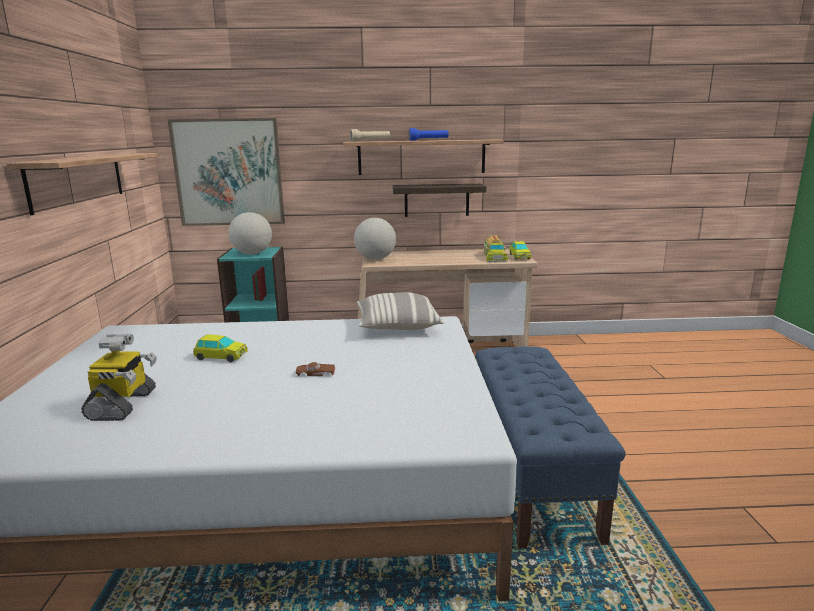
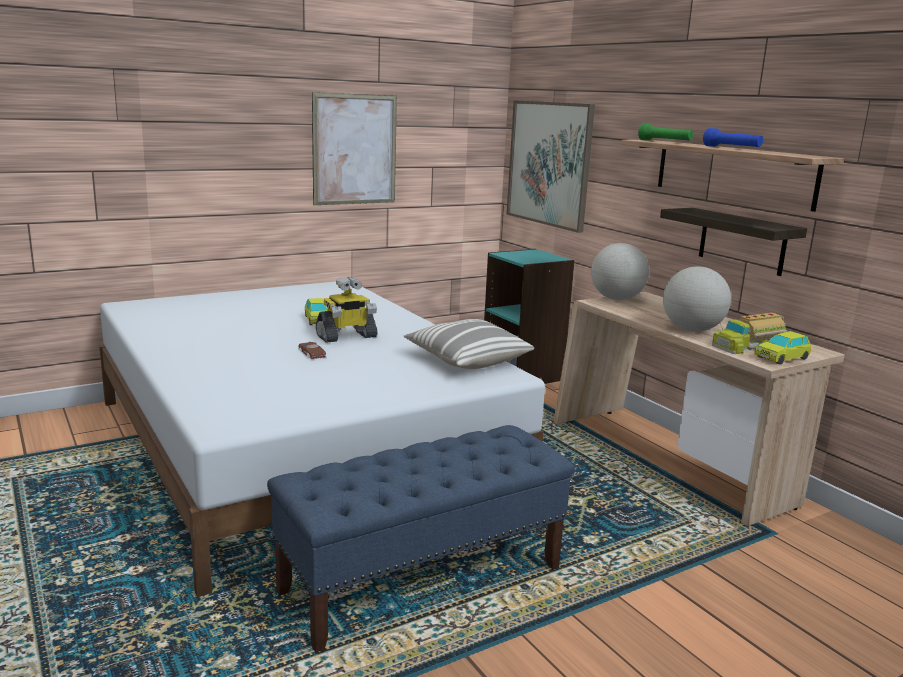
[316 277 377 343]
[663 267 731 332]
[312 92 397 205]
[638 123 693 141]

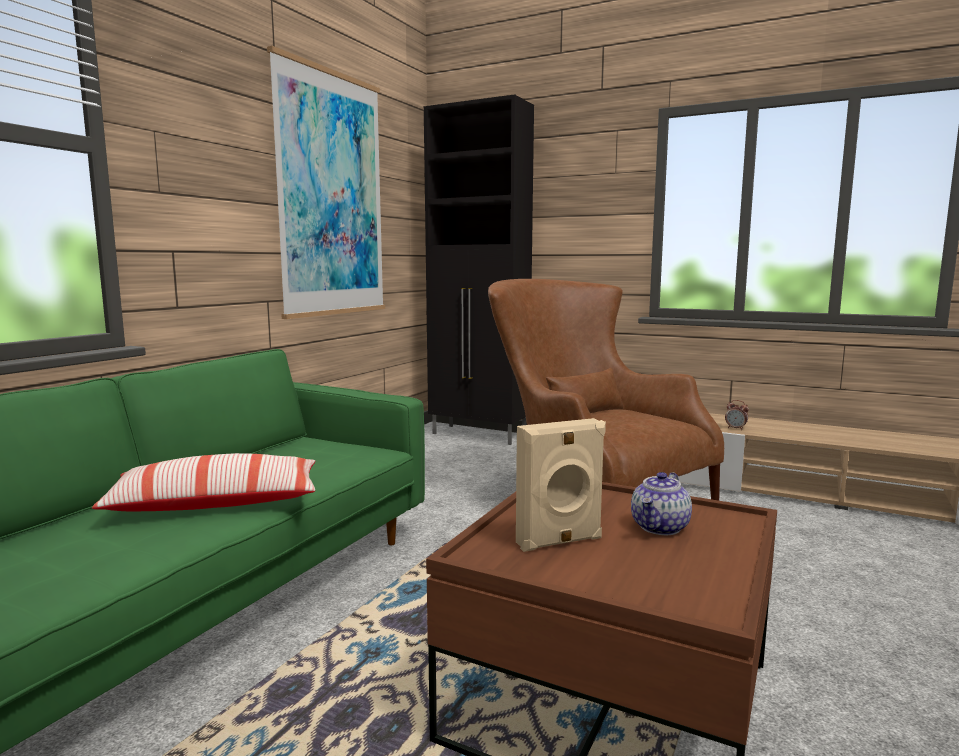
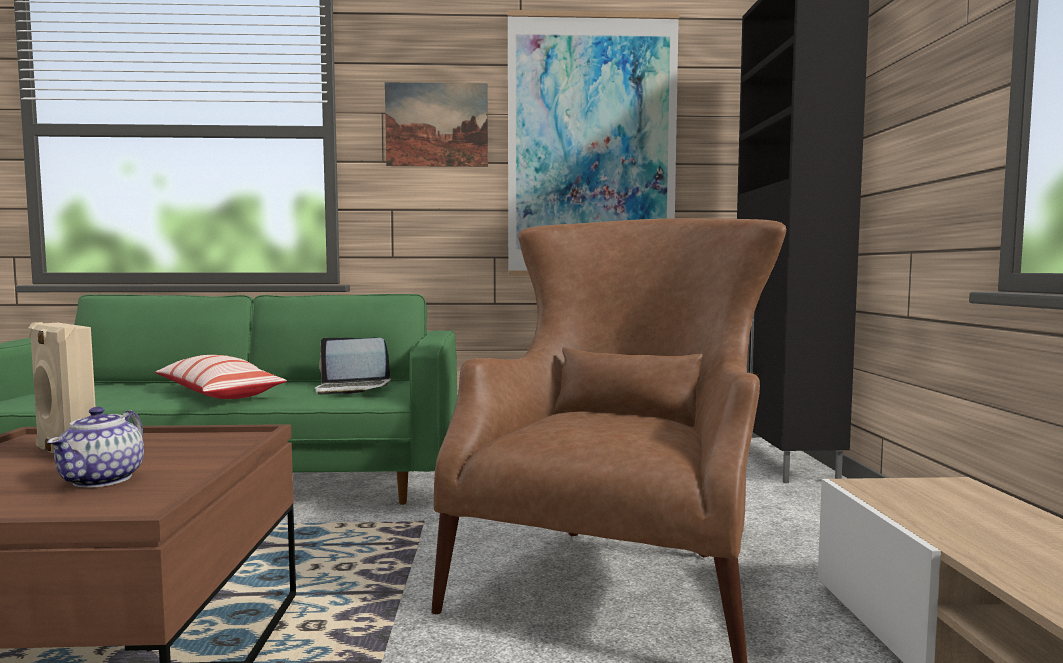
[725 400 749 430] (first image)
[315 338 391 395]
[385 82 488 167]
[47 407 144 487]

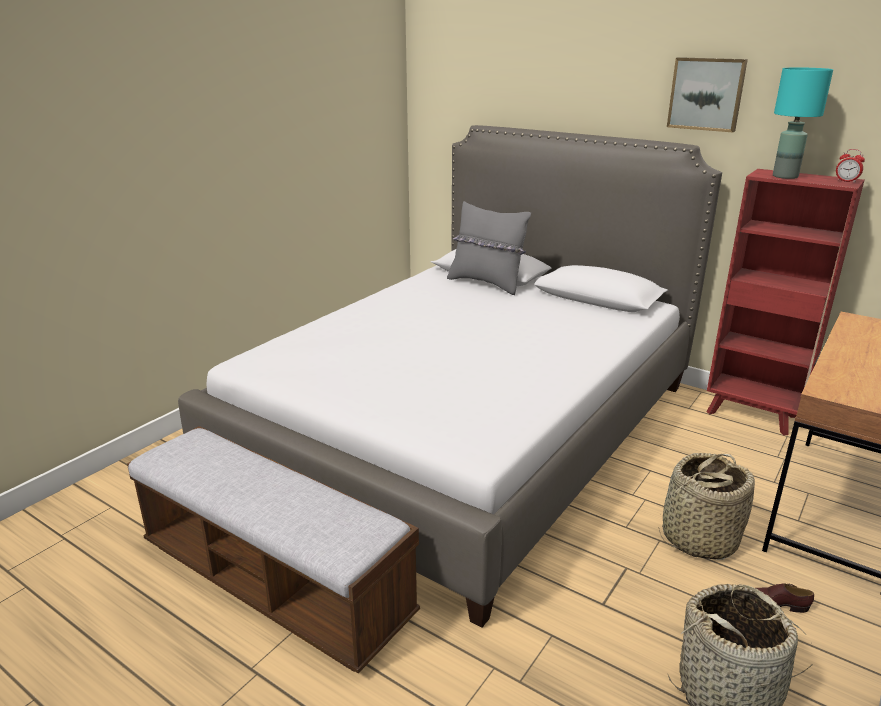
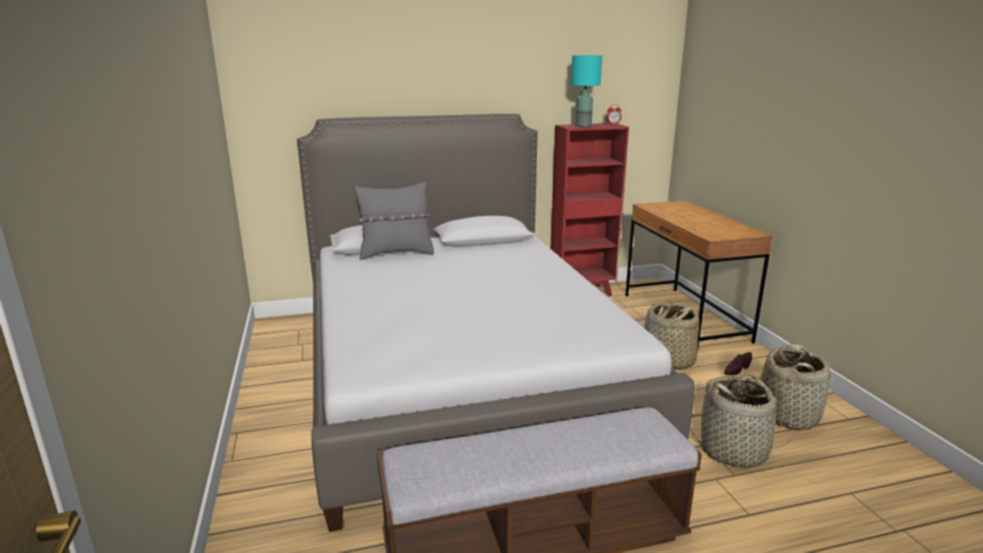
[667 57 748 132] (first image)
[692 374 792 468]

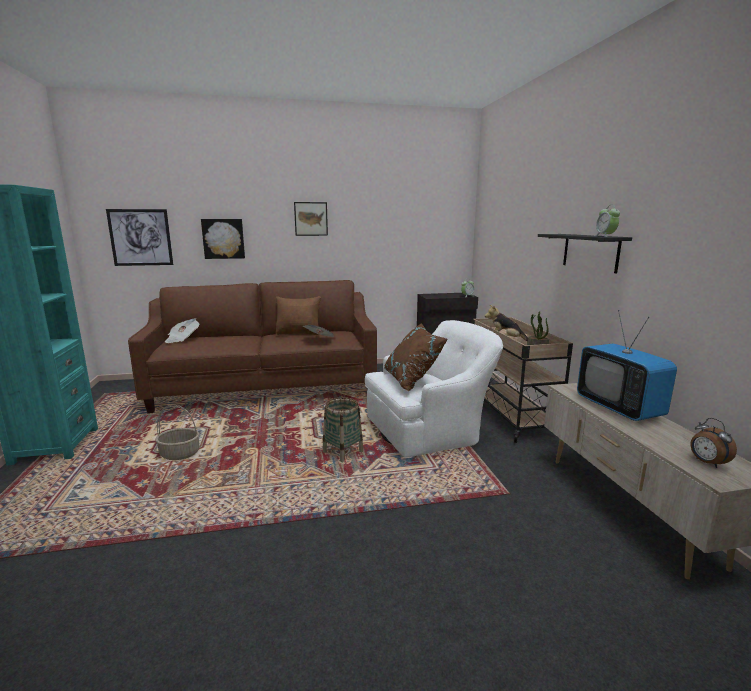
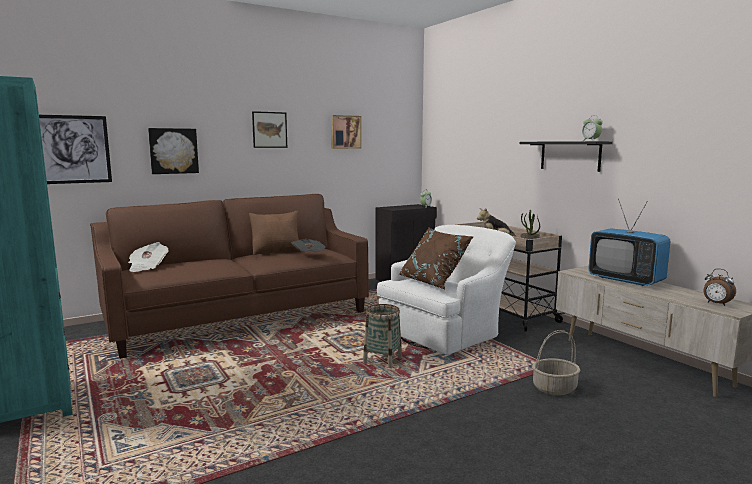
[331 115 362 149]
[532 330 580 395]

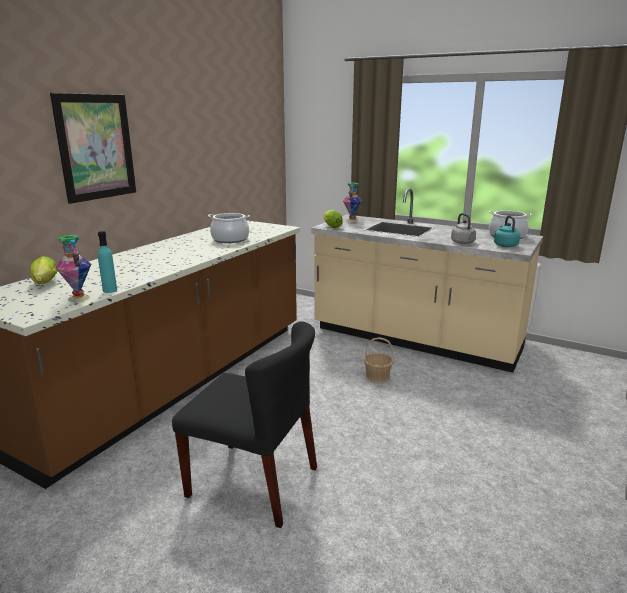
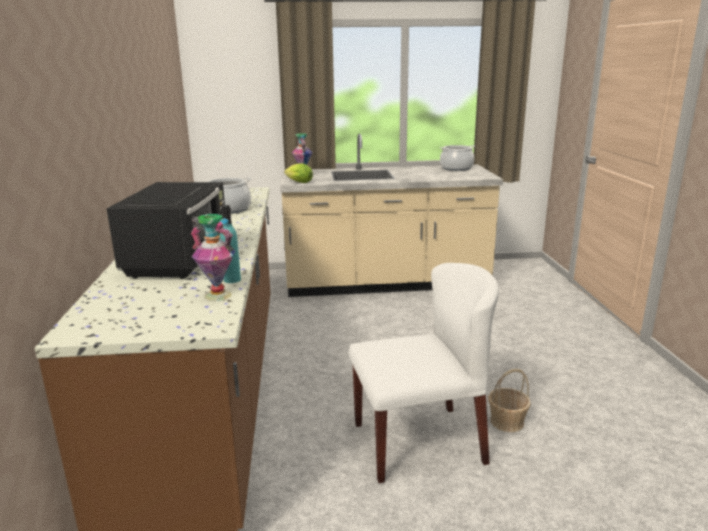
[30 256 57 284] (first image)
[50 93 136 204] (first image)
[451 213 476 244] (first image)
[494 216 520 247] (first image)
[107 182 225 279]
[488 369 531 432]
[349 263 499 483]

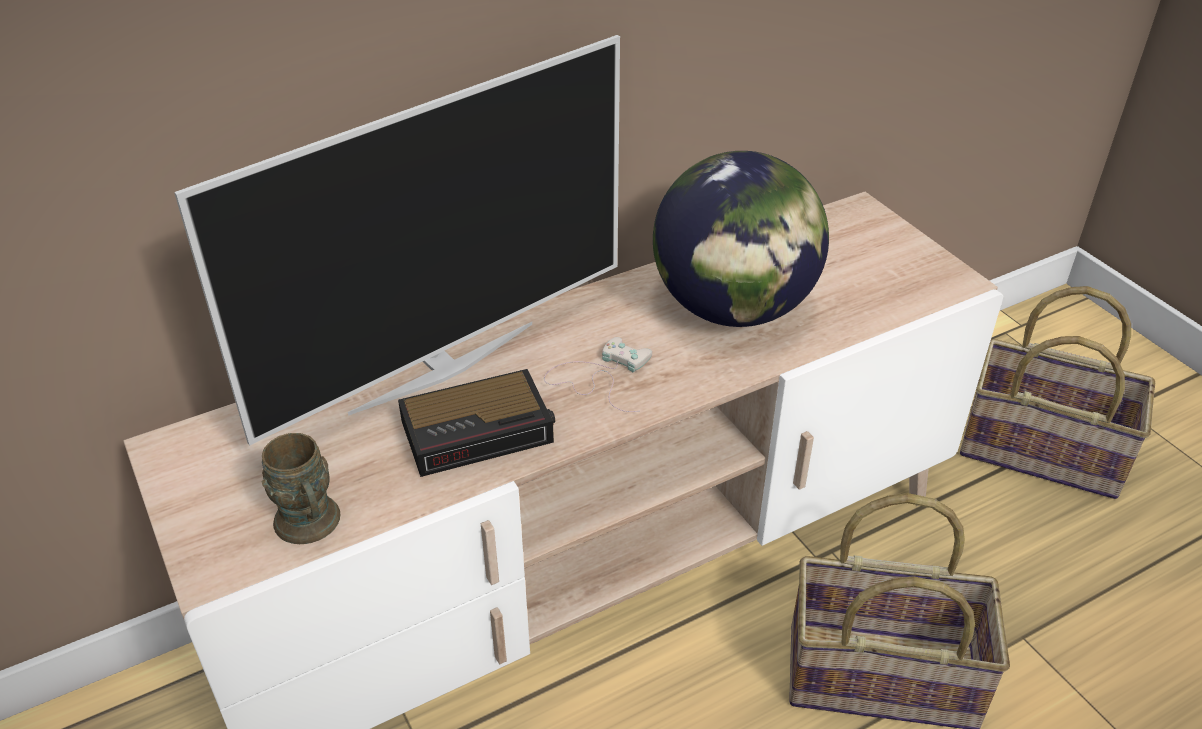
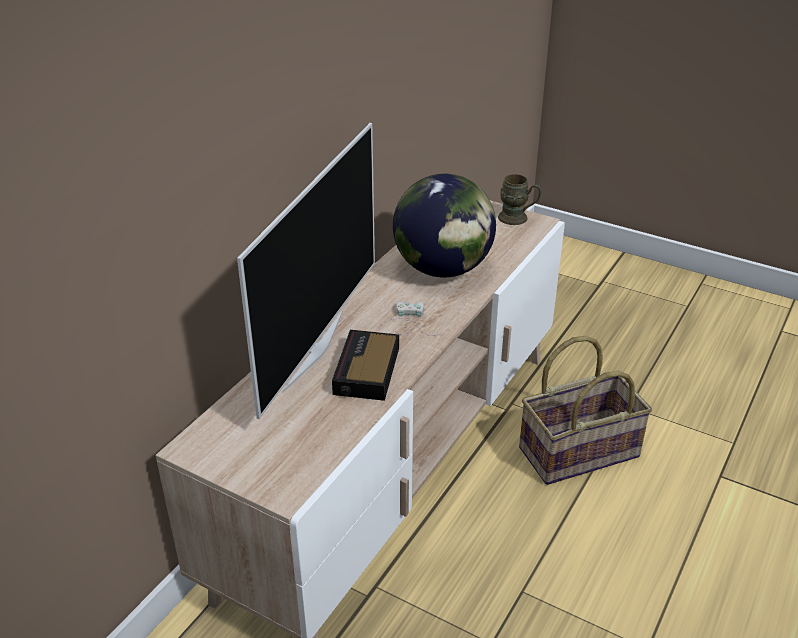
[960 286 1155 499] (first image)
[498 174 542 225]
[332 330 399 401]

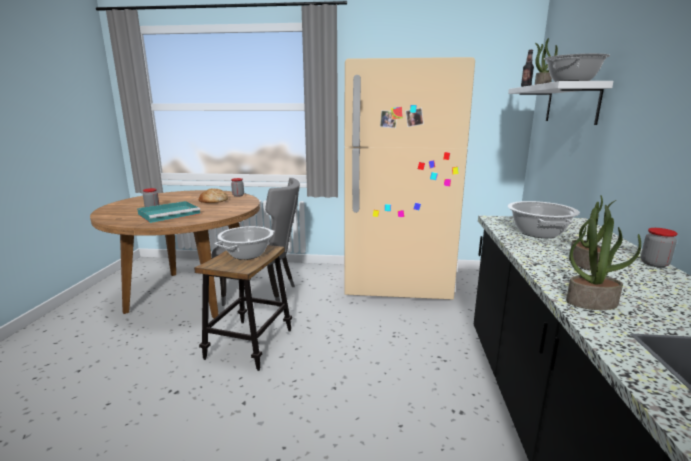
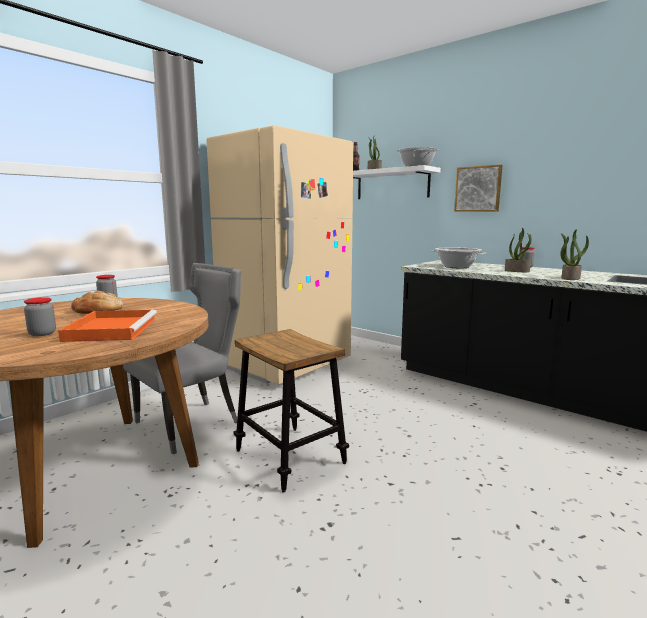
[215 226 275 260] (first image)
[454 164 503 212]
[58 309 157 342]

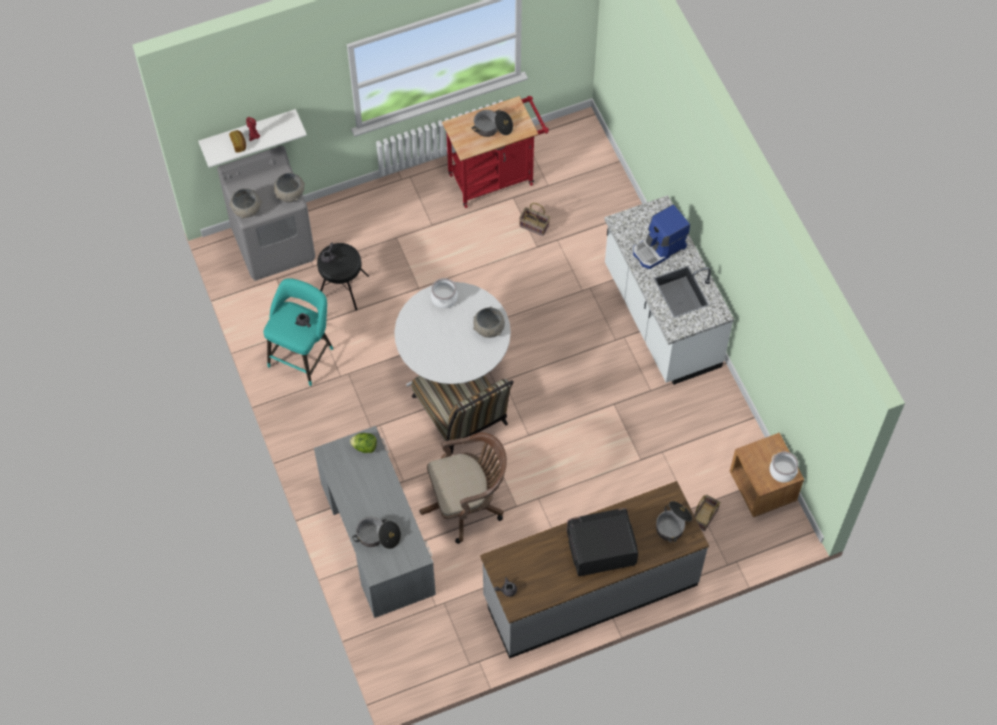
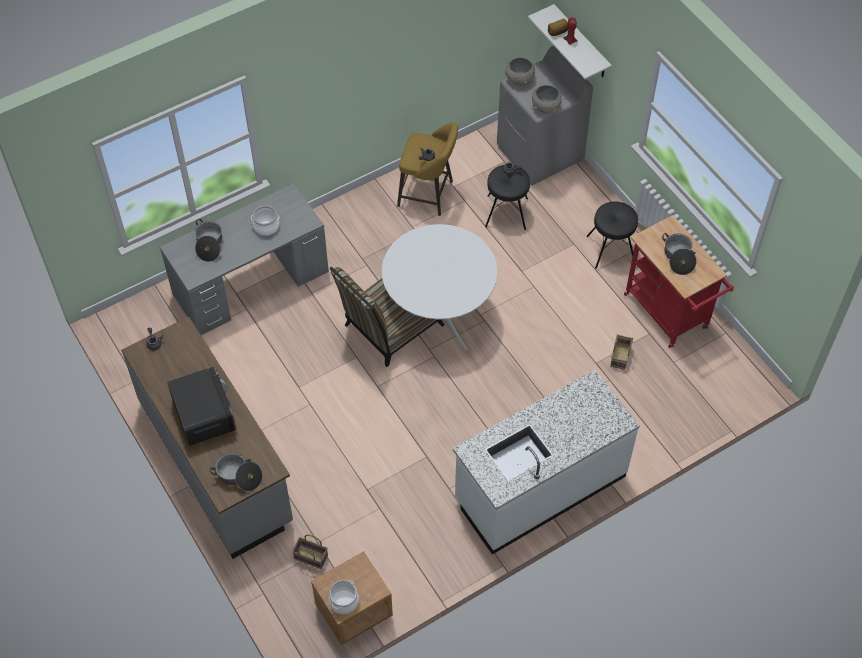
[350 433 377 453] (first image)
[419 432 507 544] (first image)
[473 307 505 338] (first image)
[633 204 690 269] (first image)
[586 201 638 269]
[251 205 280 236]
[397 123 458 216]

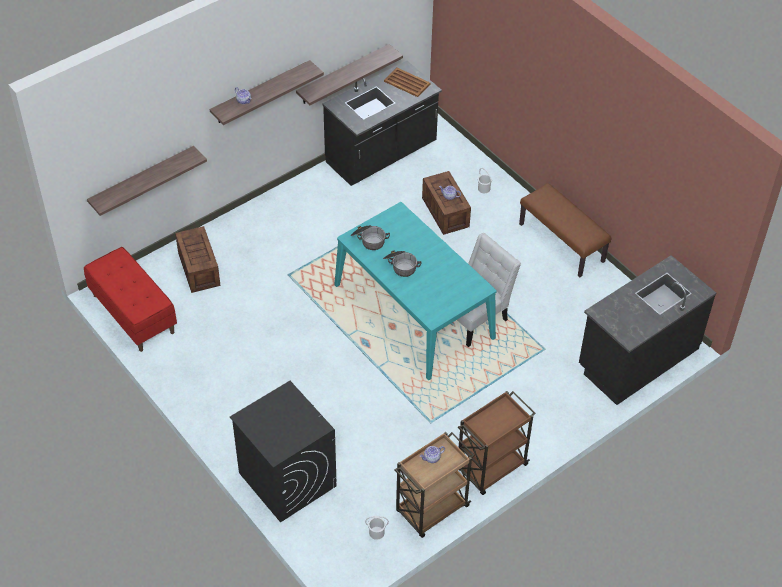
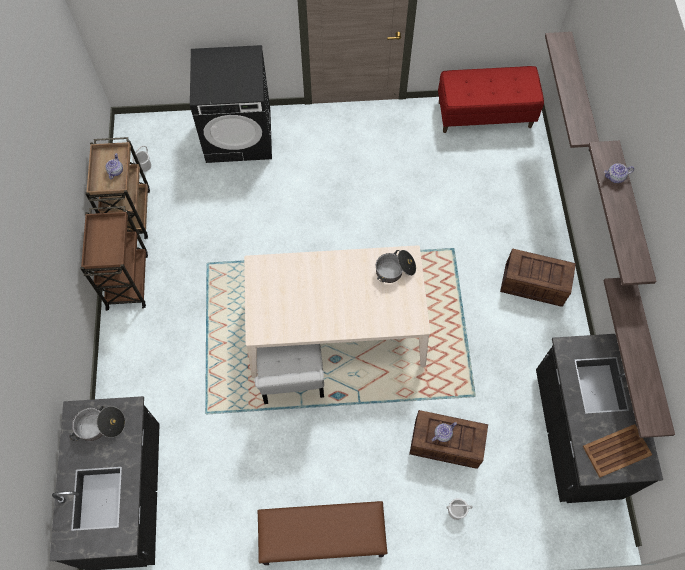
[500 248 576 307]
[69 406 125 441]
[244 245 430 378]

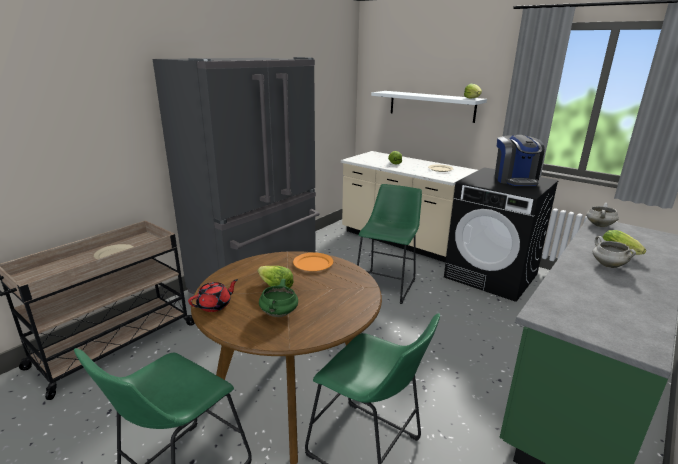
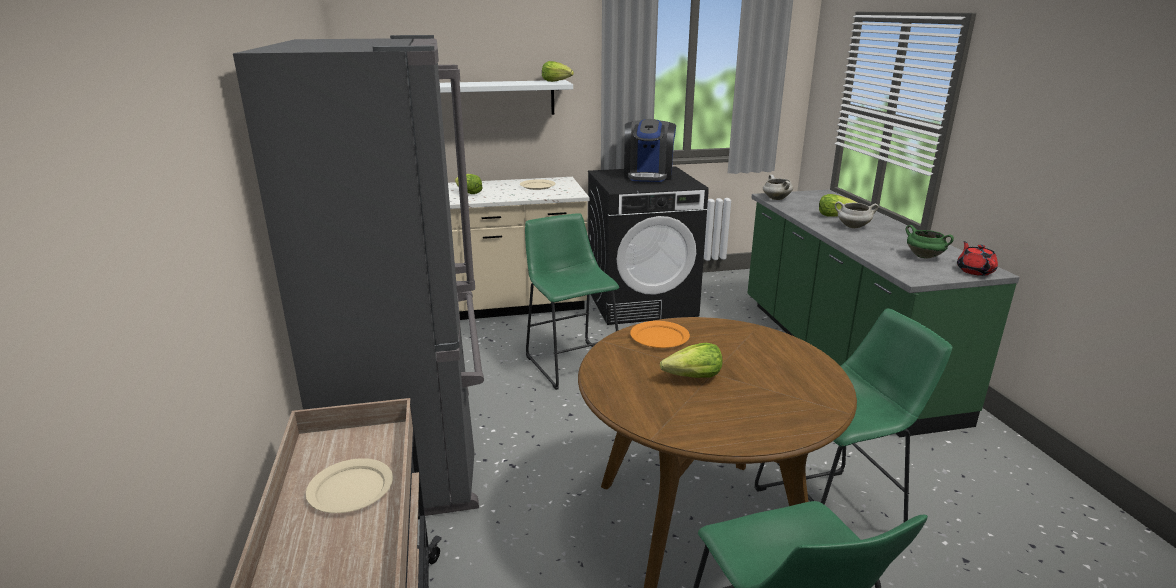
[957 241 998 276]
[906 225 954 259]
[624 119 676 182]

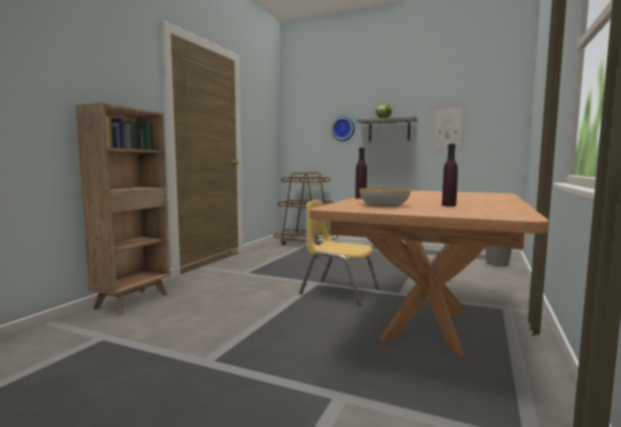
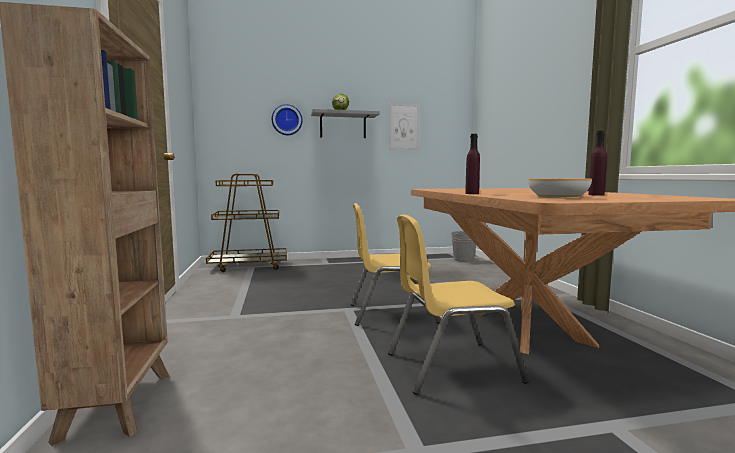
[388 214 529 395]

